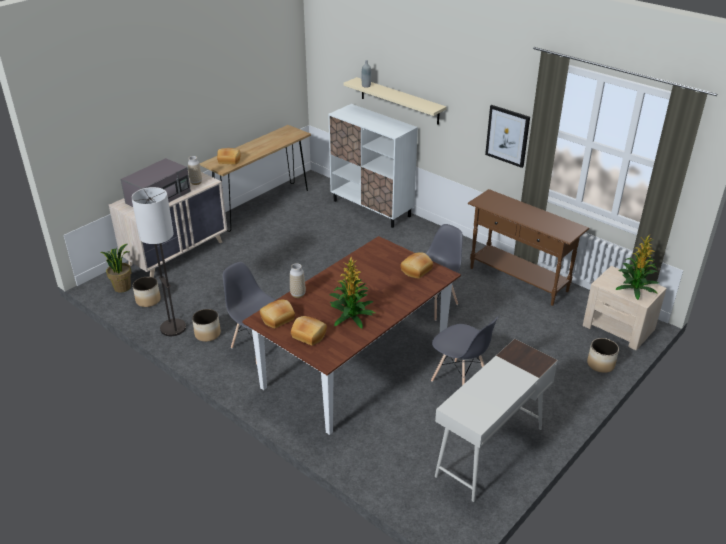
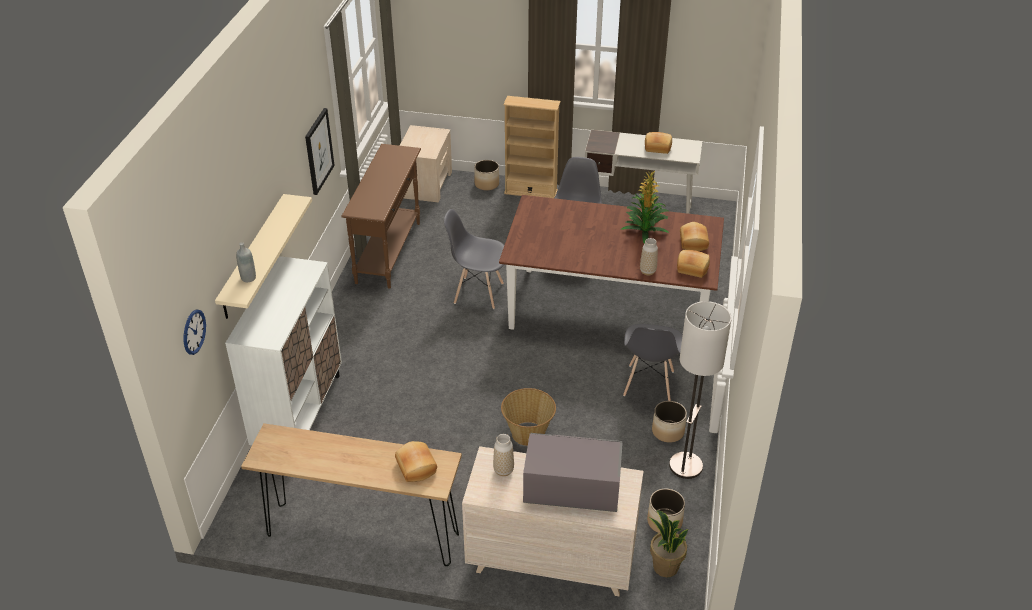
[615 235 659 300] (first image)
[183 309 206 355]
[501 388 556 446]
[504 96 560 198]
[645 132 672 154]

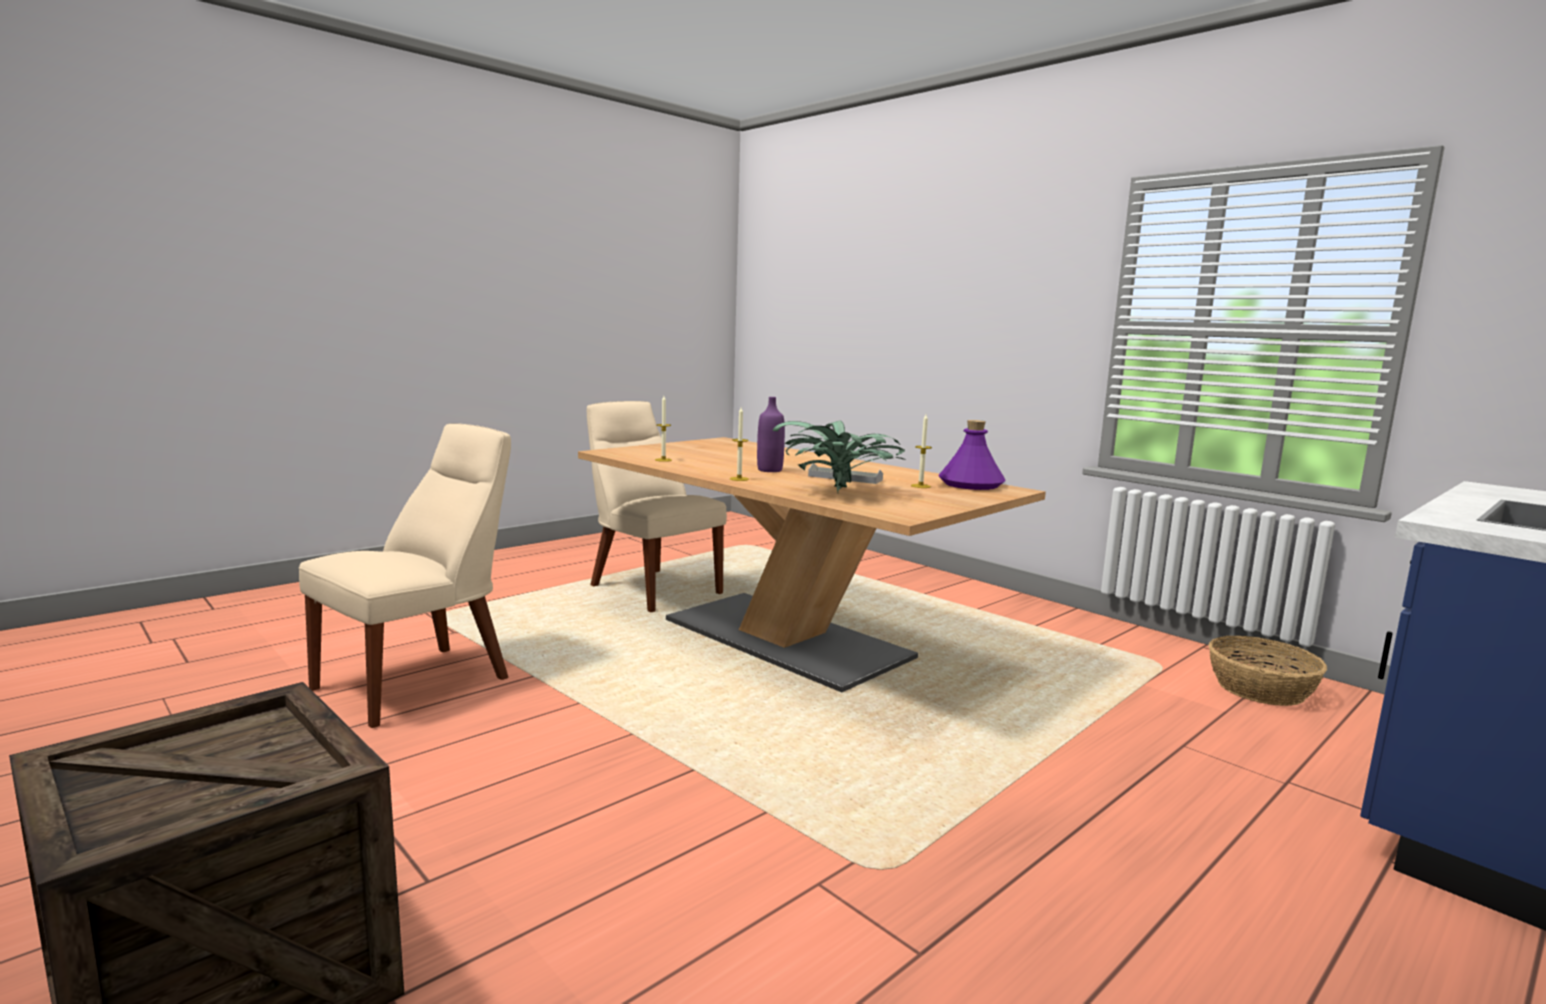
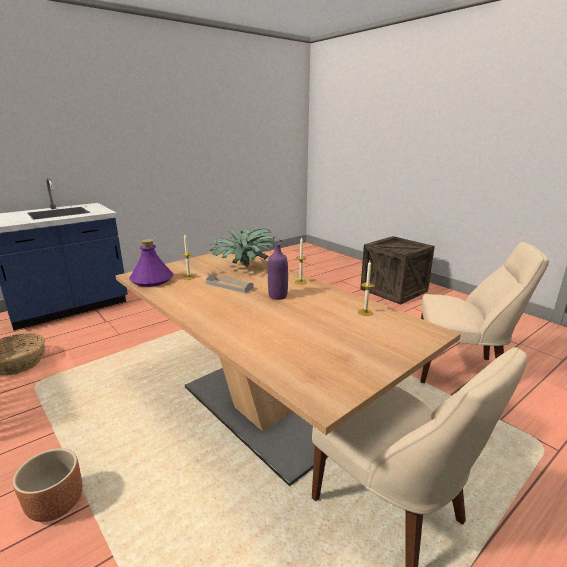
[13 448 82 522]
[420 242 549 383]

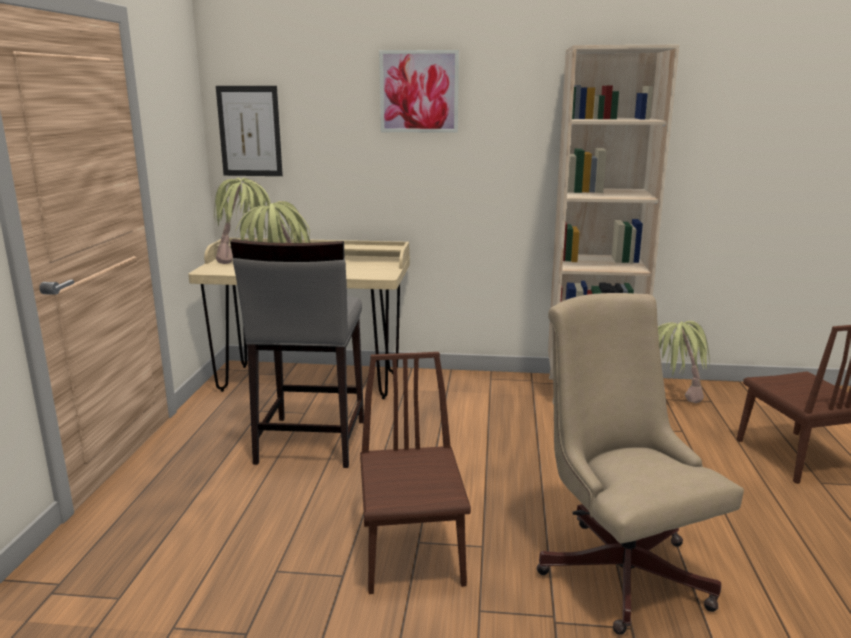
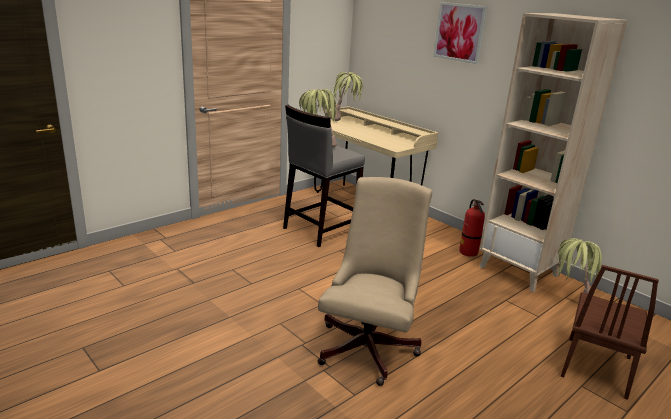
[216 86 283 176] (first image)
[360 352 471 594] (first image)
[459 199 485 257]

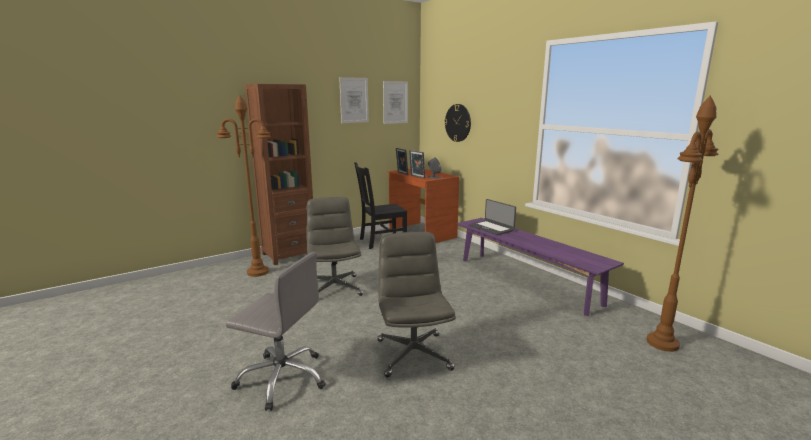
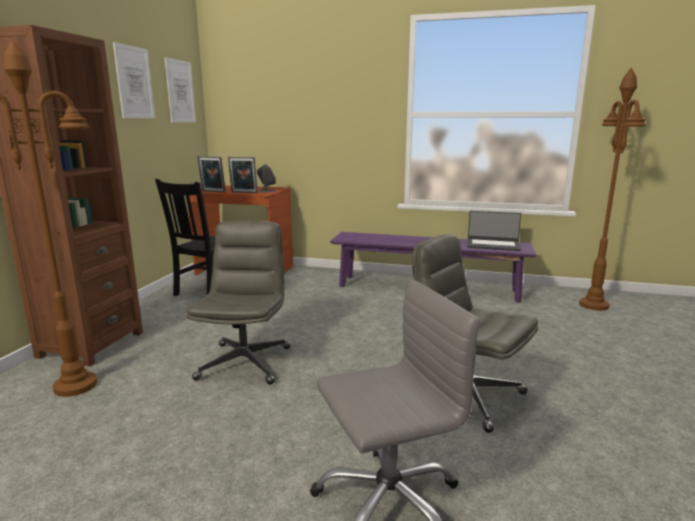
[444 104 471 142] (first image)
[467 211 521 251]
[186 221 291 384]

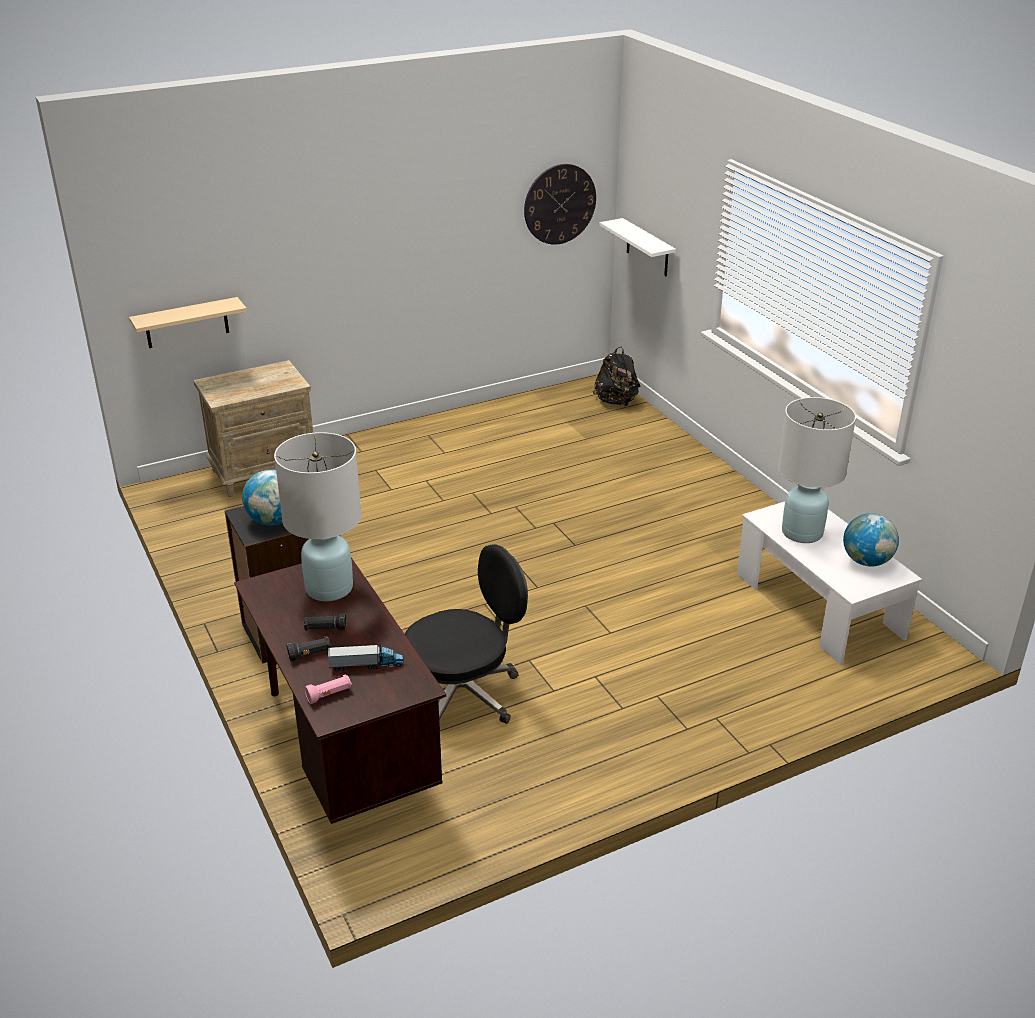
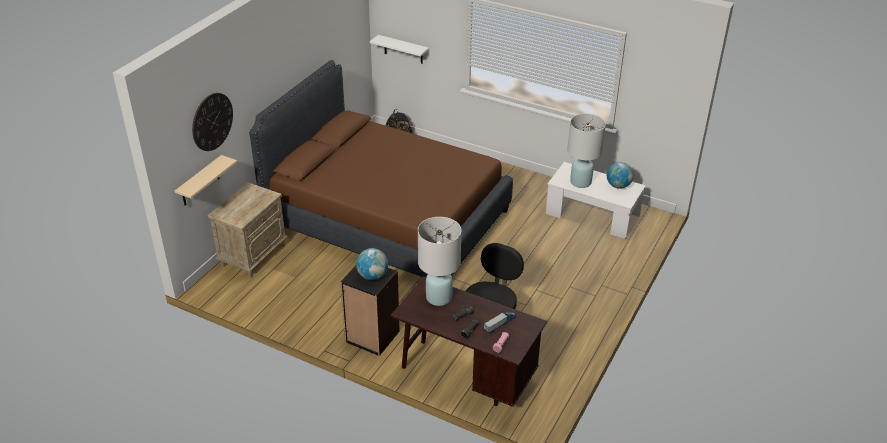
[249 60 513 277]
[192 93 233 151]

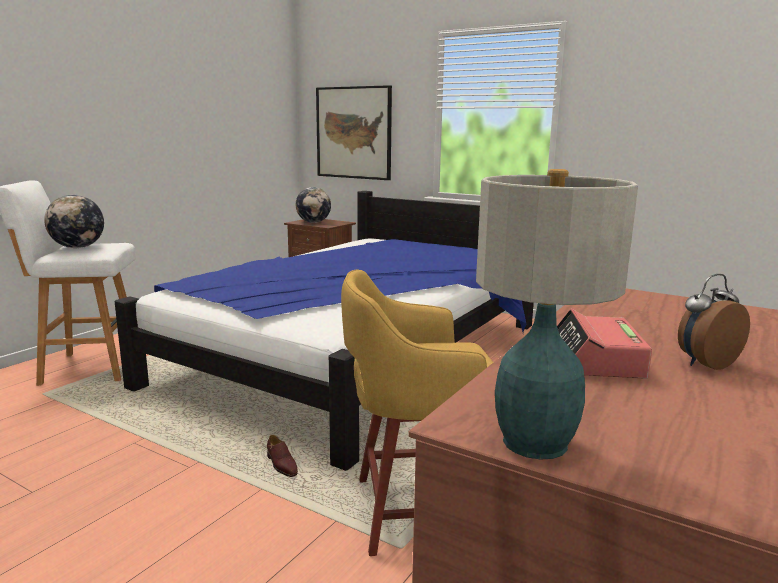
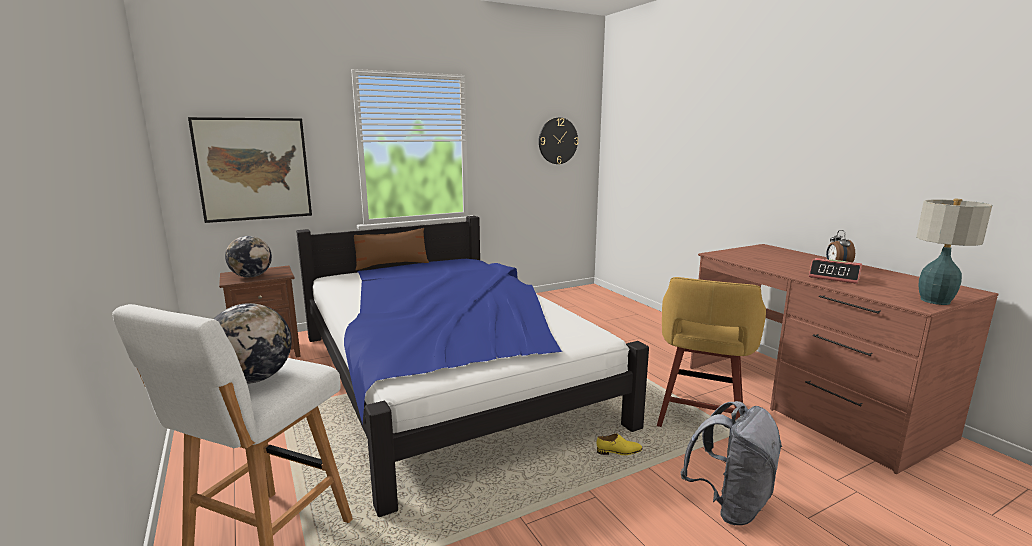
[354 228 429 270]
[539 118 578 164]
[680 401 782 525]
[597 434 642 455]

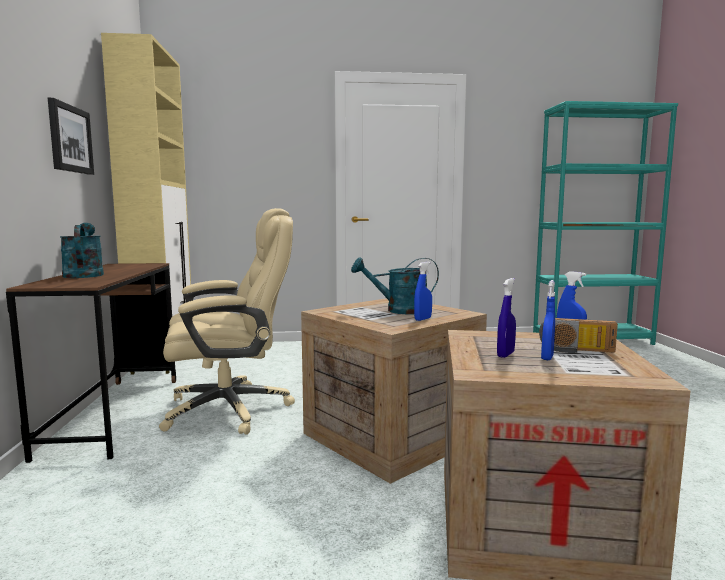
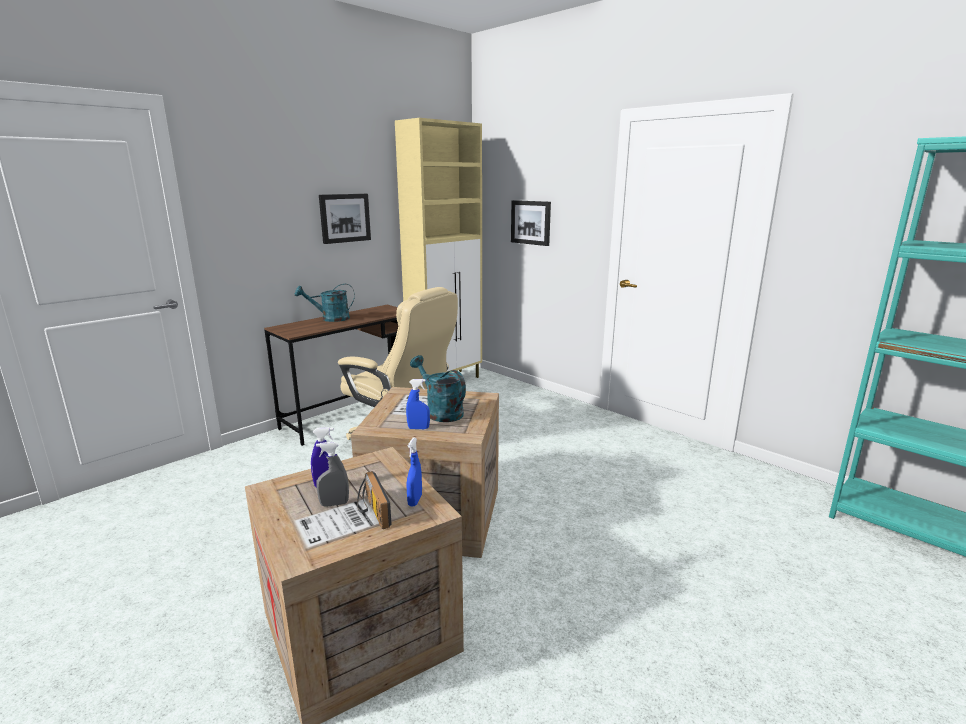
[511 200 551 246]
[316 442 349 507]
[295 284 355 322]

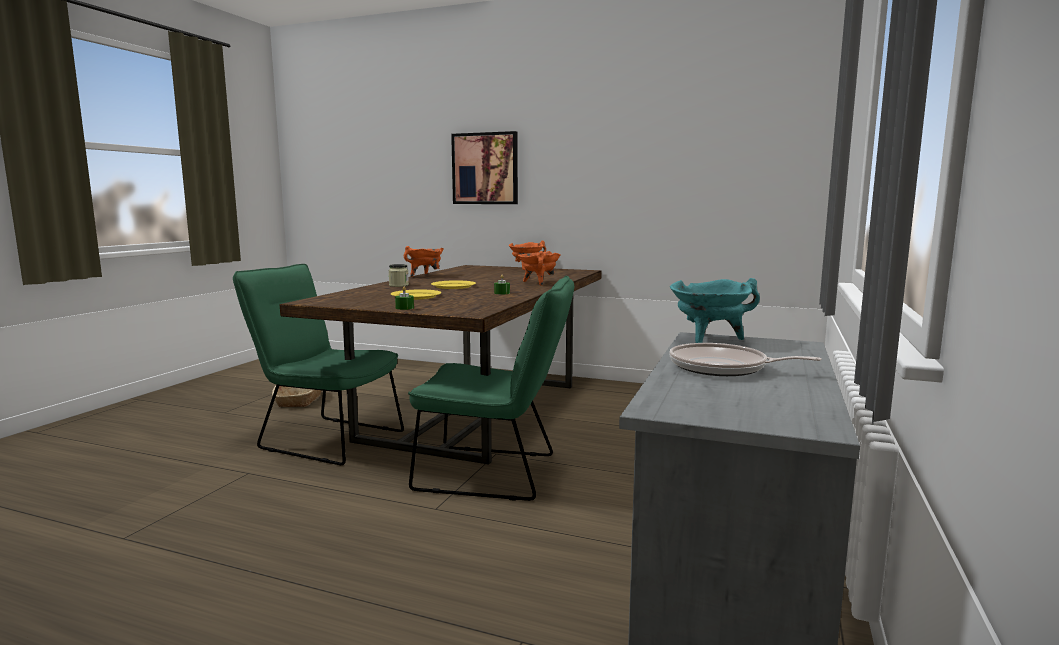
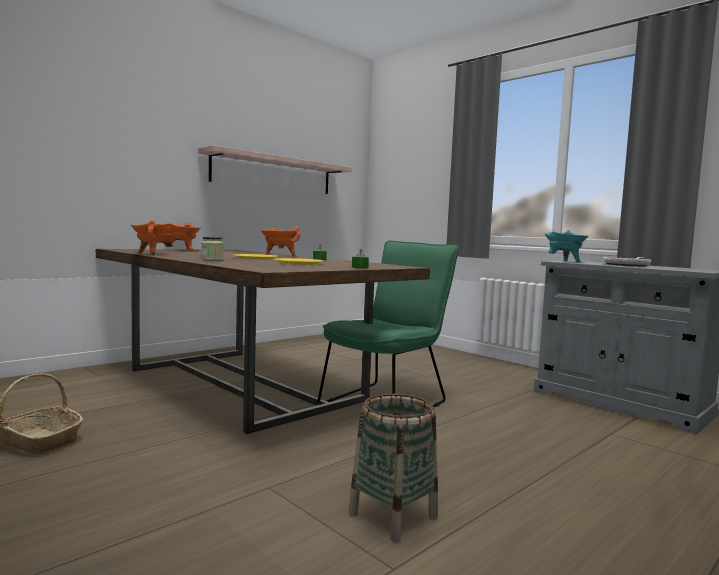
[233 264 404 465] (first image)
[451 131 518 204] (first image)
[198 145 352 194]
[348 394 438 542]

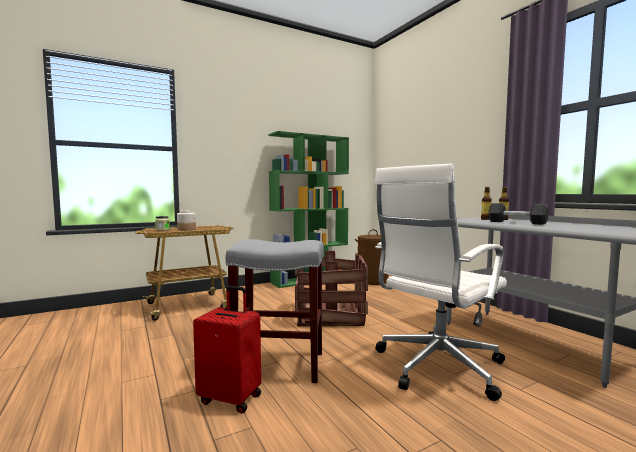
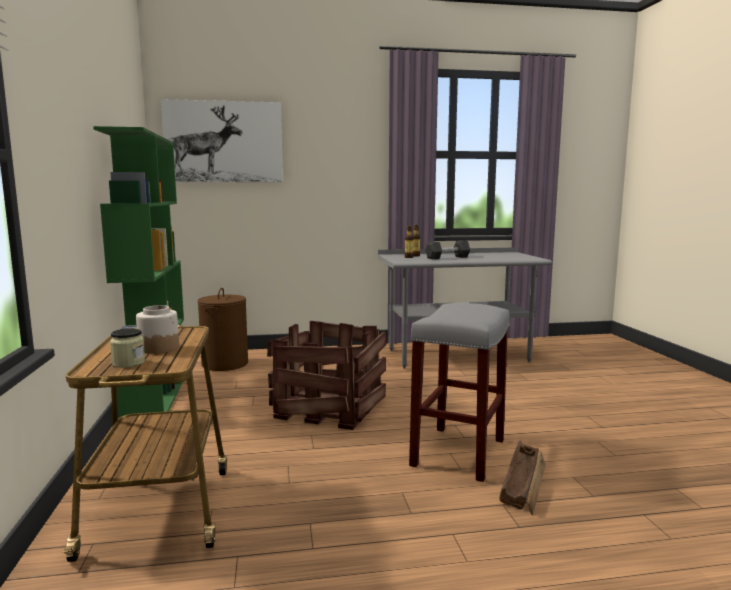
[374 163 507 401] (first image)
[161 99 283 182]
[499 440 545 515]

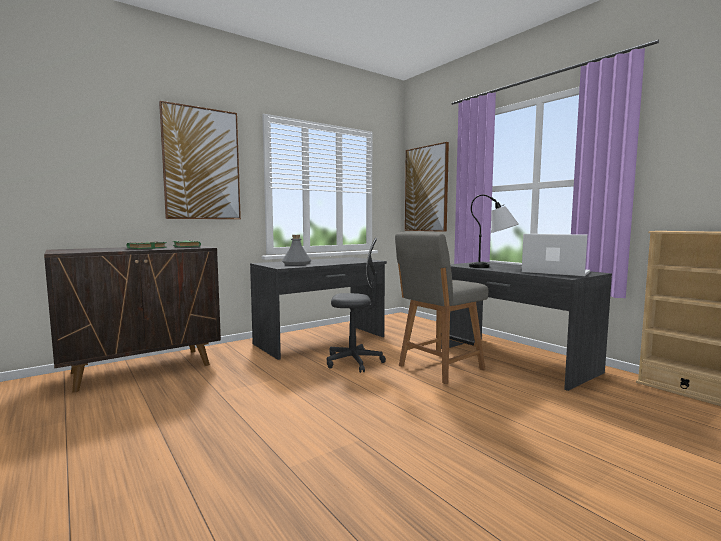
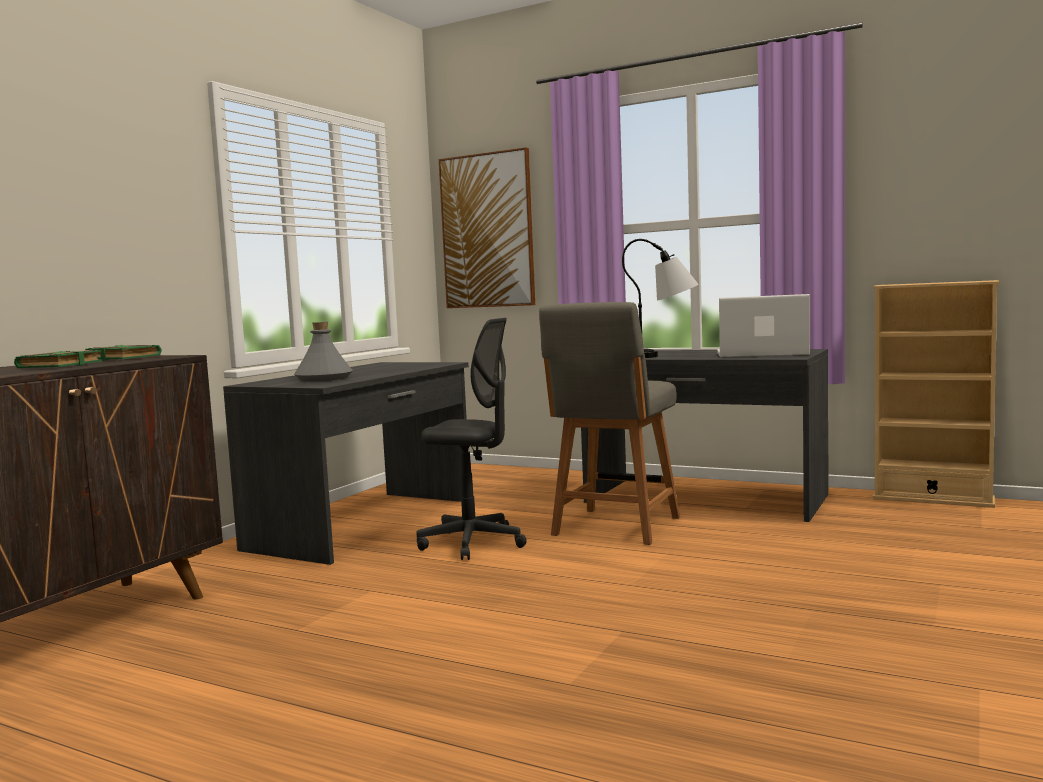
[159 101 241 219] (first image)
[417 318 527 560]

